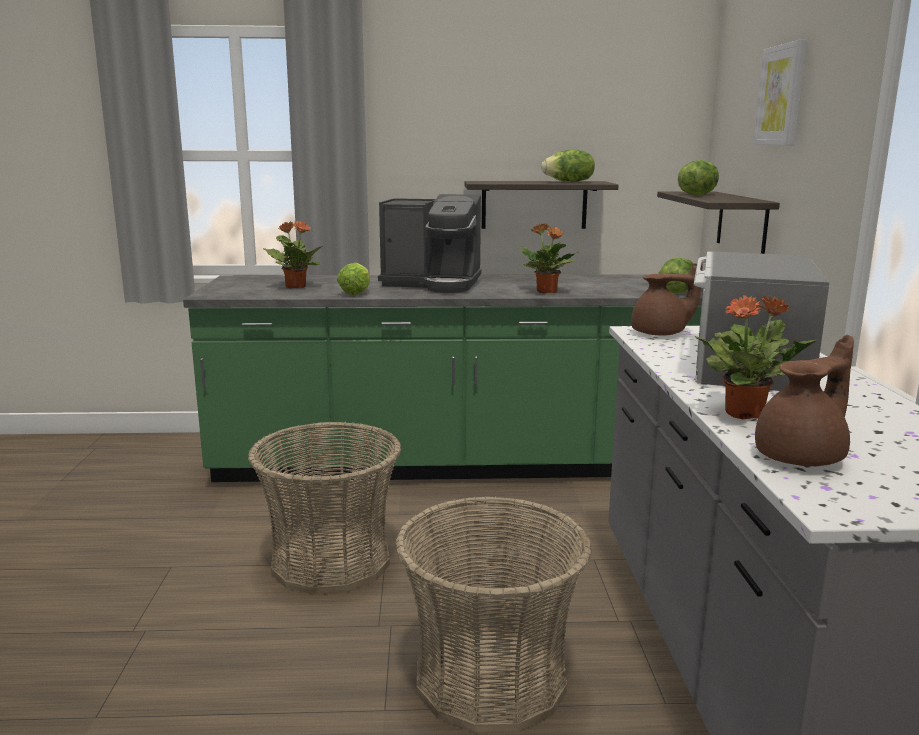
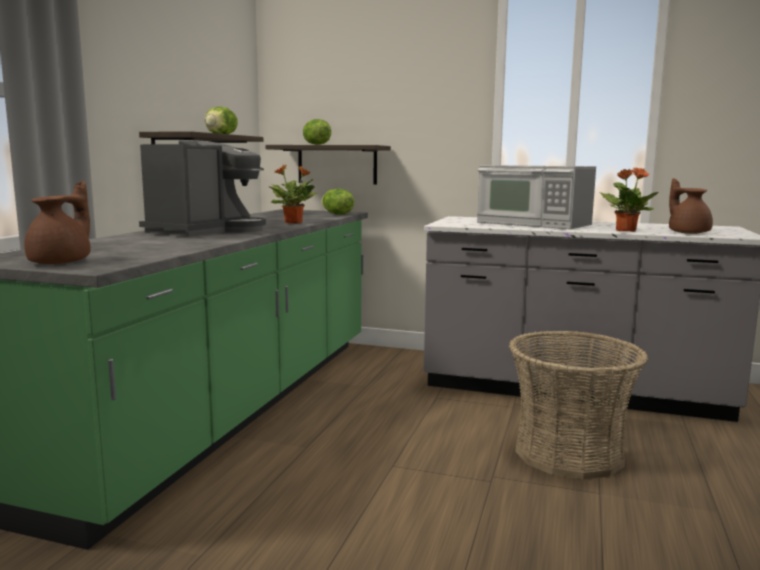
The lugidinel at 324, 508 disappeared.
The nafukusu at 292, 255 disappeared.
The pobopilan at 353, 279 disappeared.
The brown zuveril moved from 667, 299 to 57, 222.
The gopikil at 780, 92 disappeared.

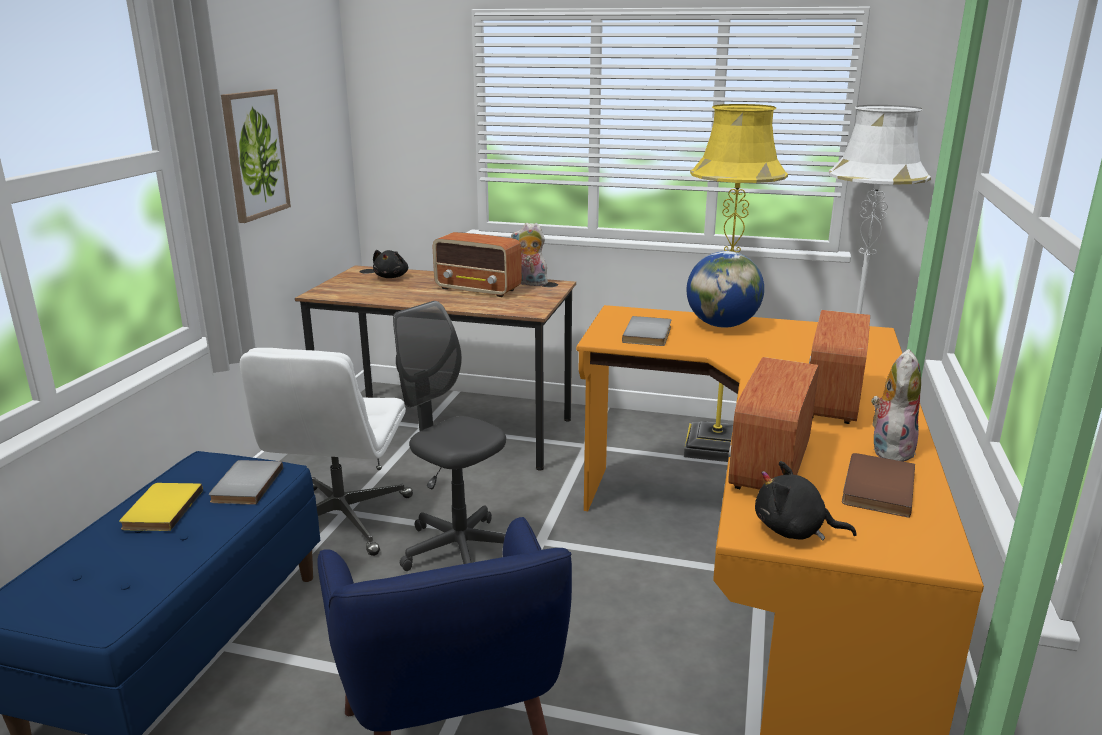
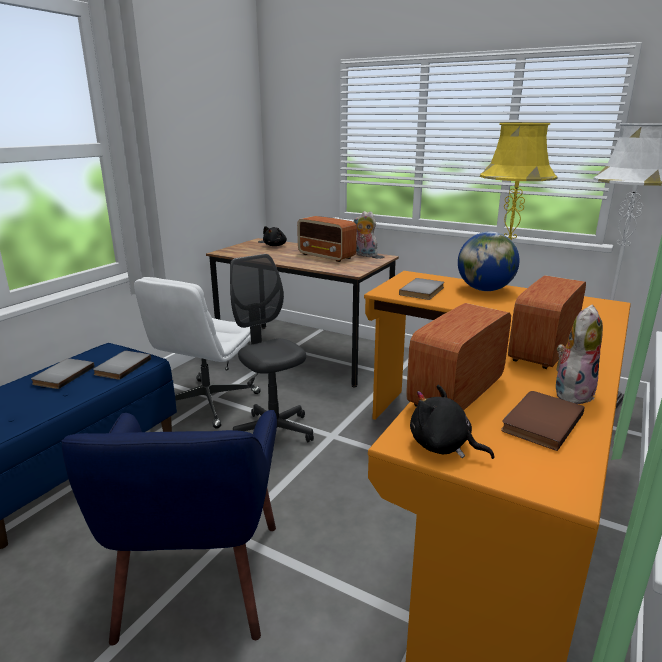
The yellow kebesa at 161, 507 became the grey kebesa at 63, 373.
The gopikil at 256, 156 disappeared.

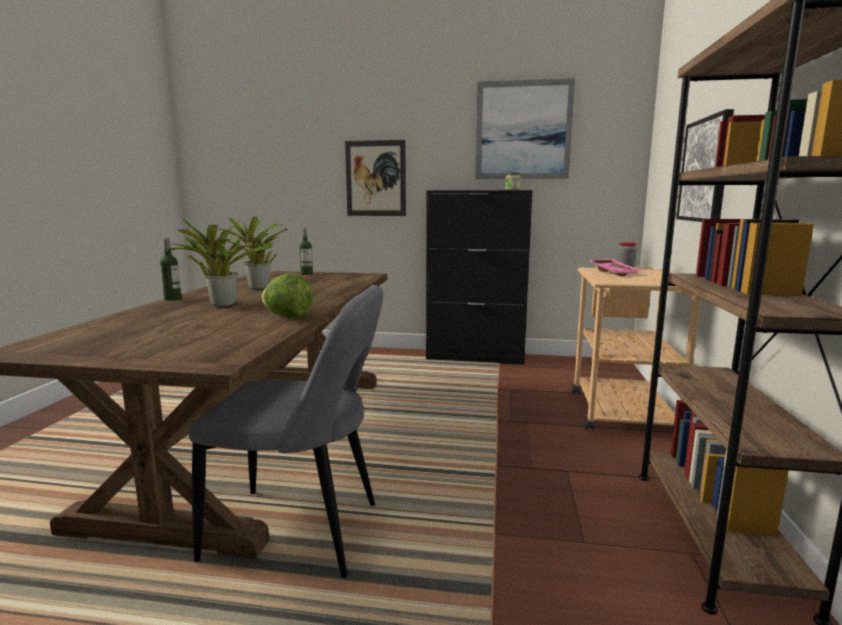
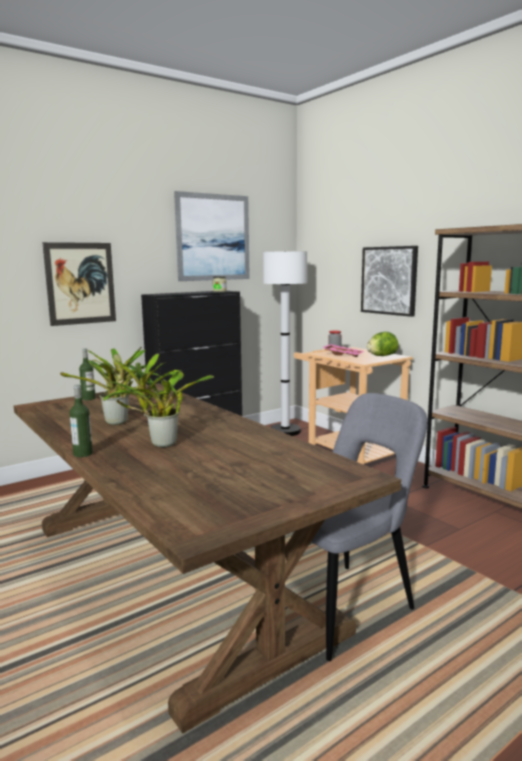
The pobopilan moved from 287, 295 to 383, 343.
The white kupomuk at 285, 343 appeared.

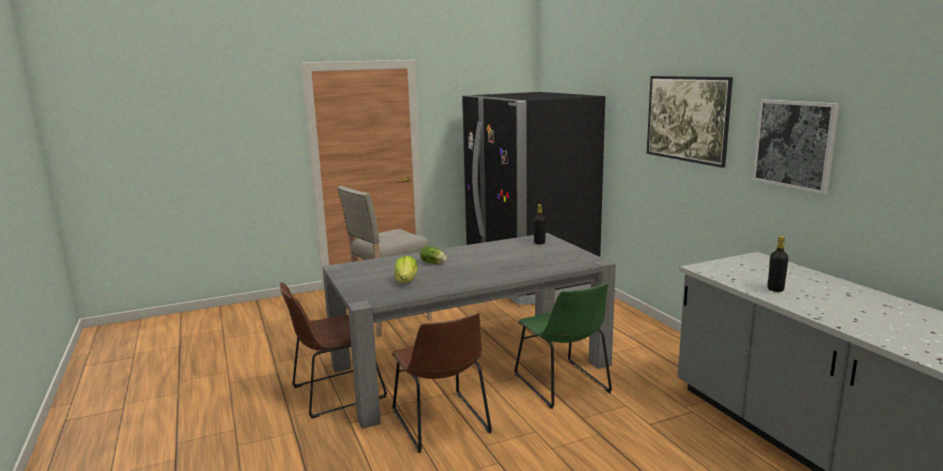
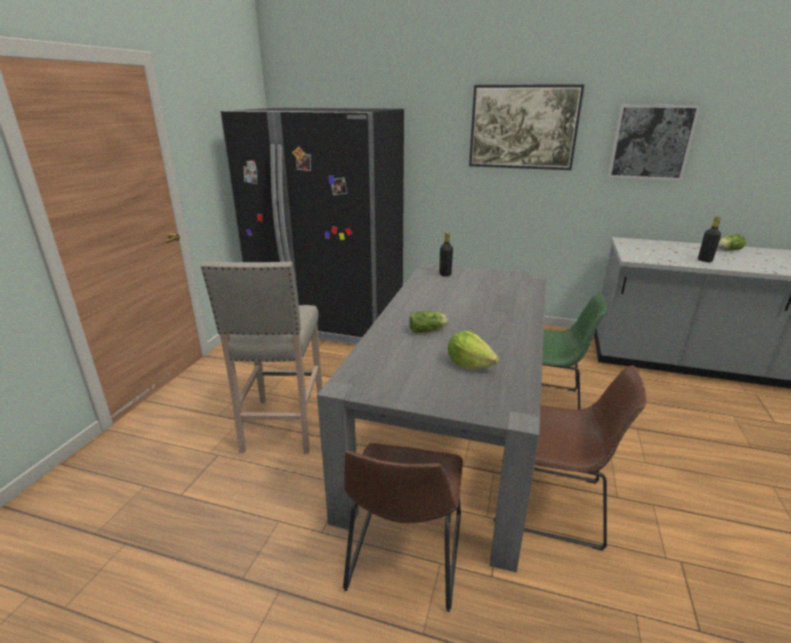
The pobopilan at 732, 242 appeared.

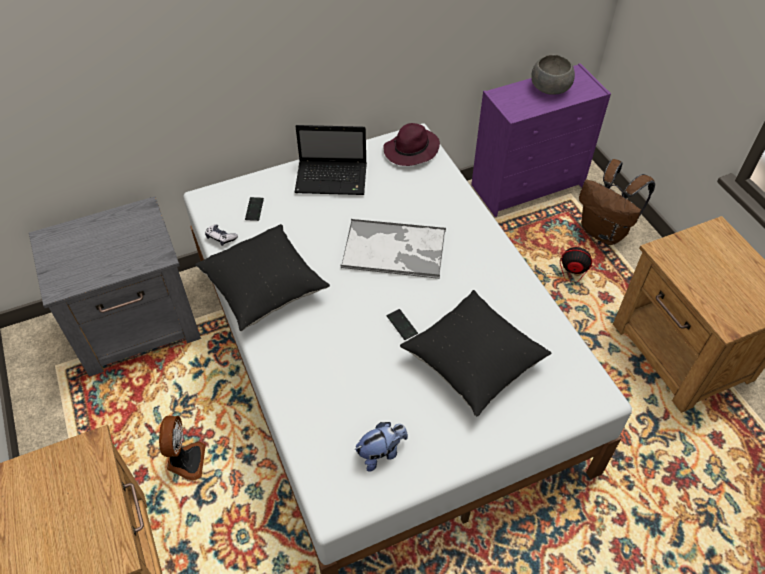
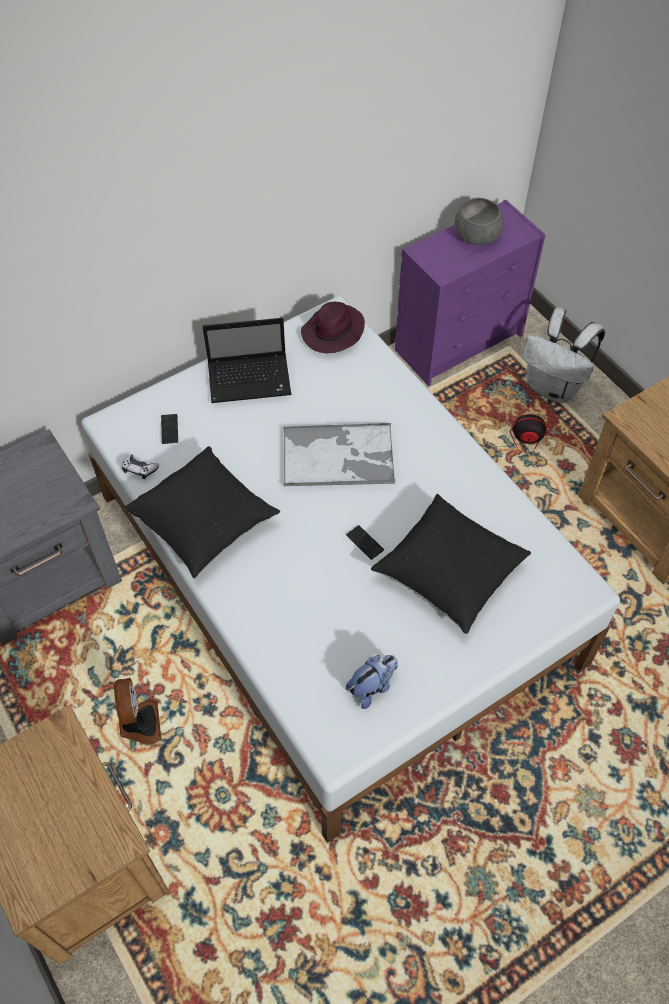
The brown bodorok at 617, 202 became the white bodorok at 563, 355.

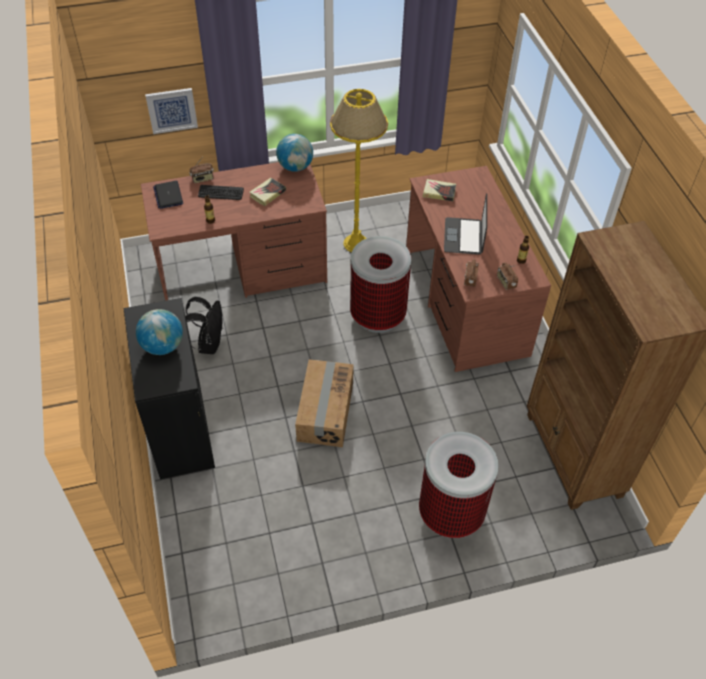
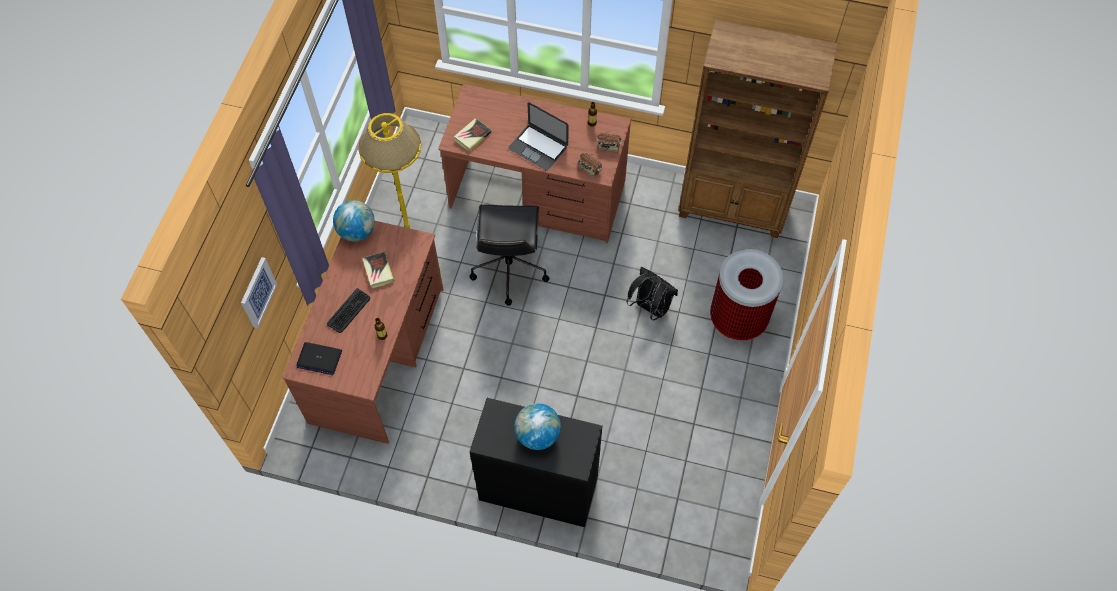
The black bodorok moved from 204, 325 to 652, 293.
The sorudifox at 201, 170 disappeared.
The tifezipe at 324, 403 disappeared.
The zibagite at 380, 284 was replaced by the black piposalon at 509, 255.

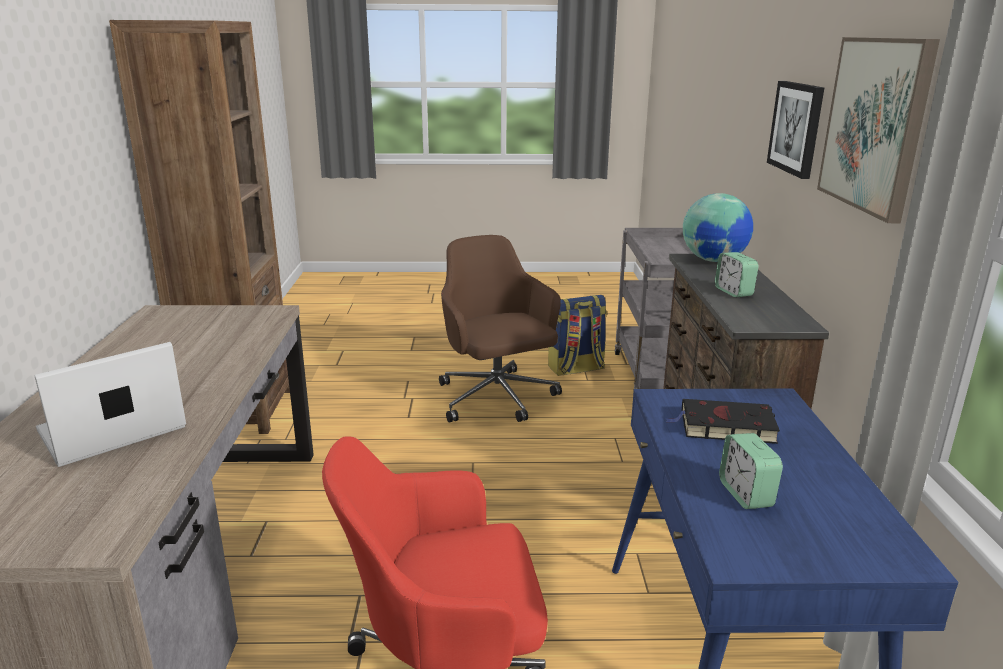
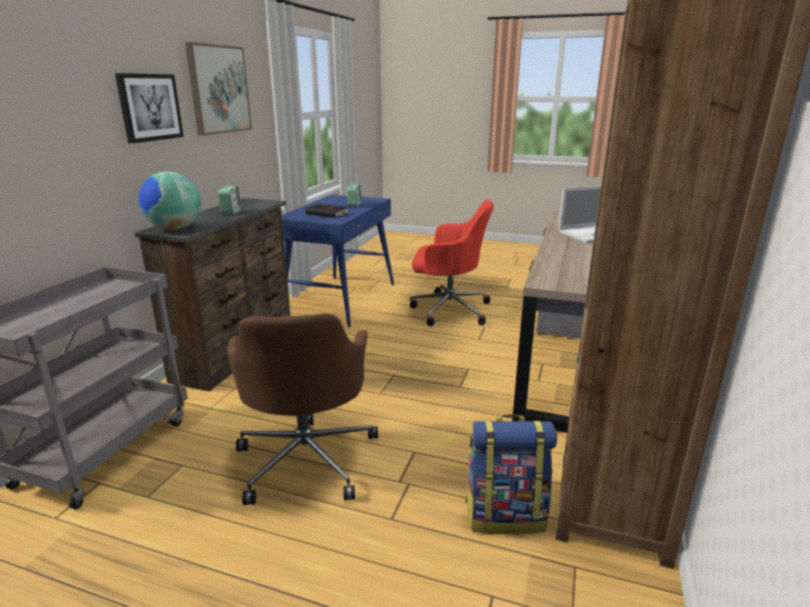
The bodorok moved from 577, 335 to 511, 474.

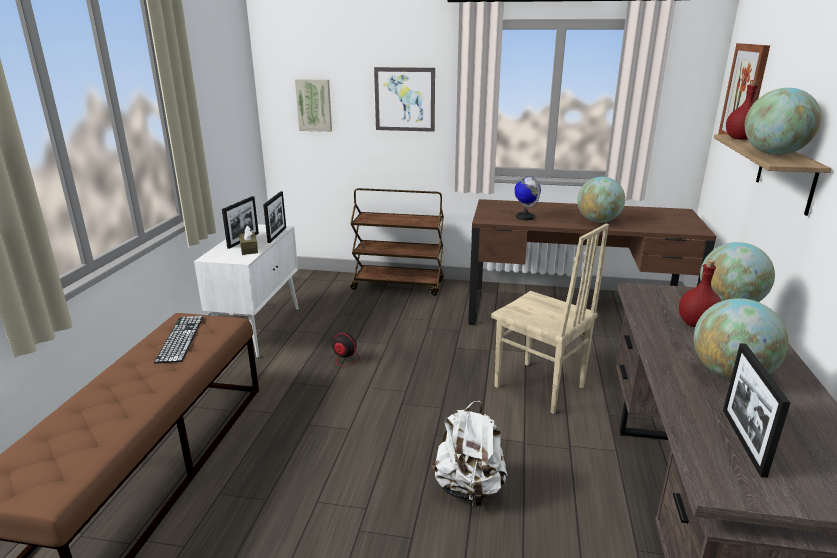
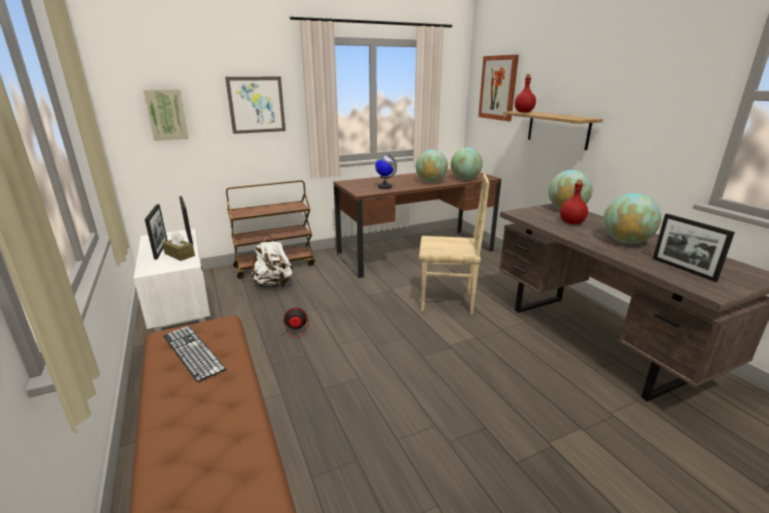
The white bodorok moved from 469, 454 to 271, 261.
The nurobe moved from 783, 121 to 467, 164.

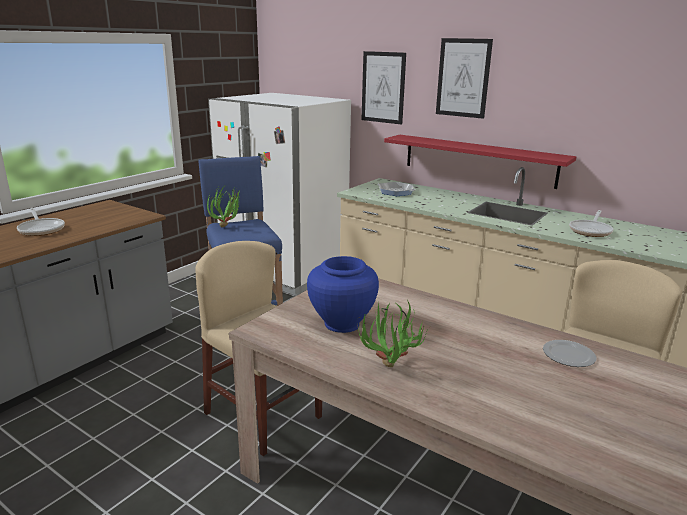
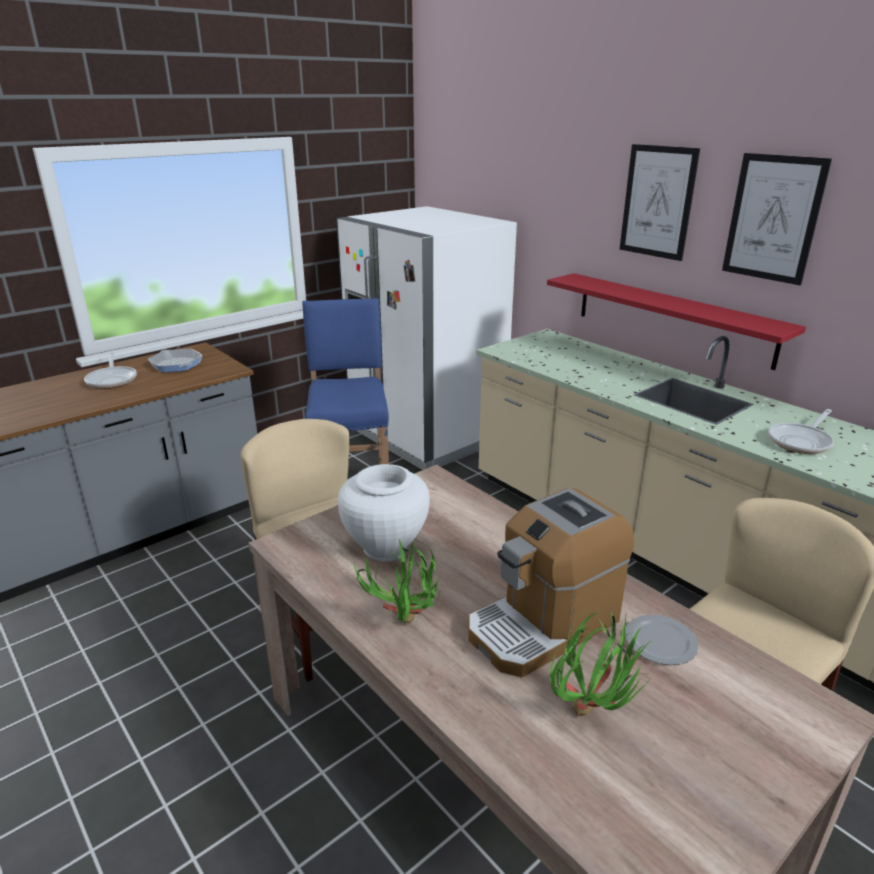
The nafukusu moved from 224, 207 to 601, 663.
The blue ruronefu at 343, 294 became the white ruronefu at 384, 513.
The gopikil moved from 384, 88 to 777, 219.
The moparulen moved from 396, 189 to 175, 360.
The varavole at 551, 583 appeared.

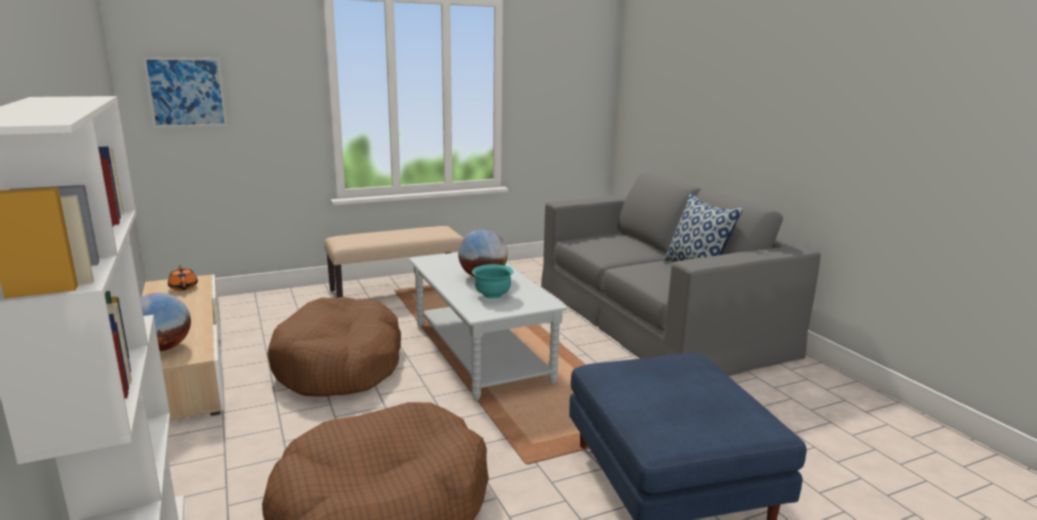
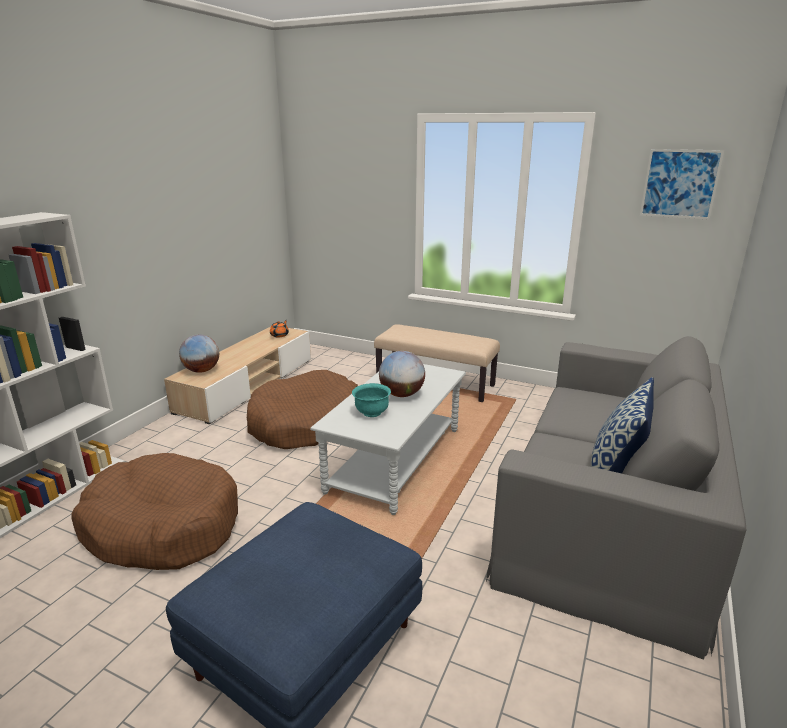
The gopikil moved from 185, 92 to 682, 184.

